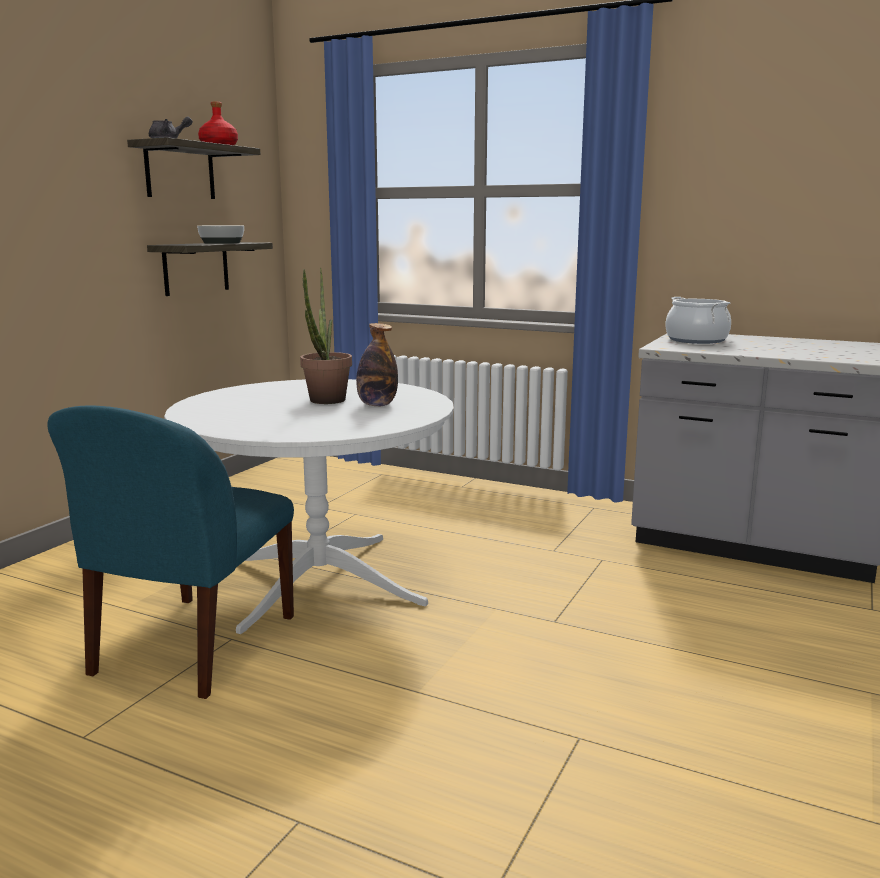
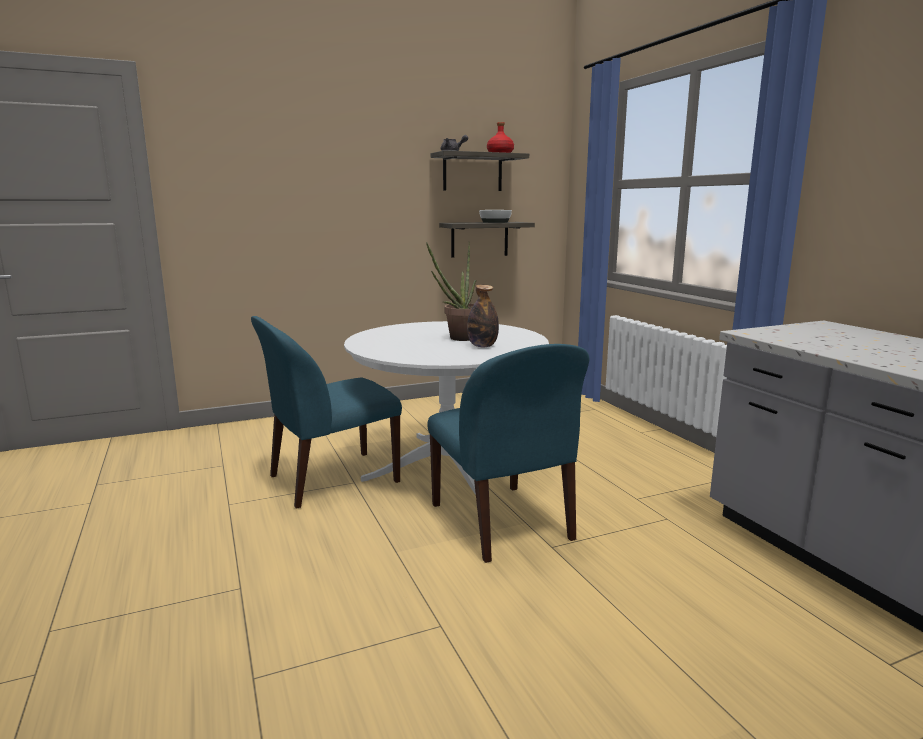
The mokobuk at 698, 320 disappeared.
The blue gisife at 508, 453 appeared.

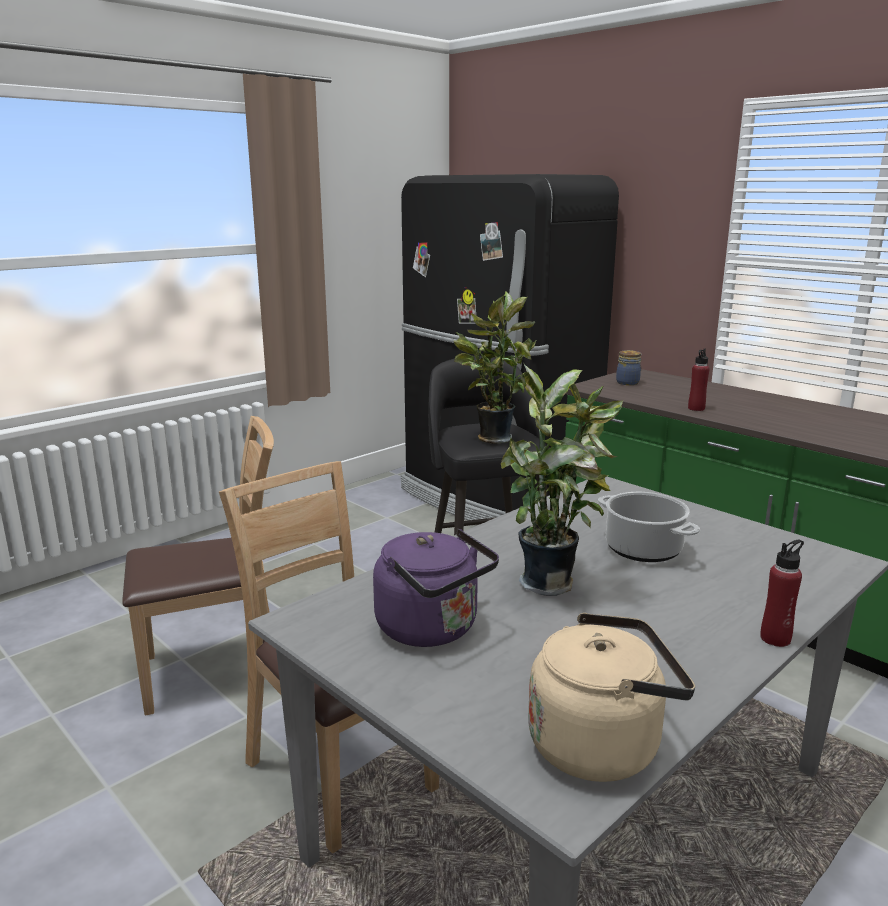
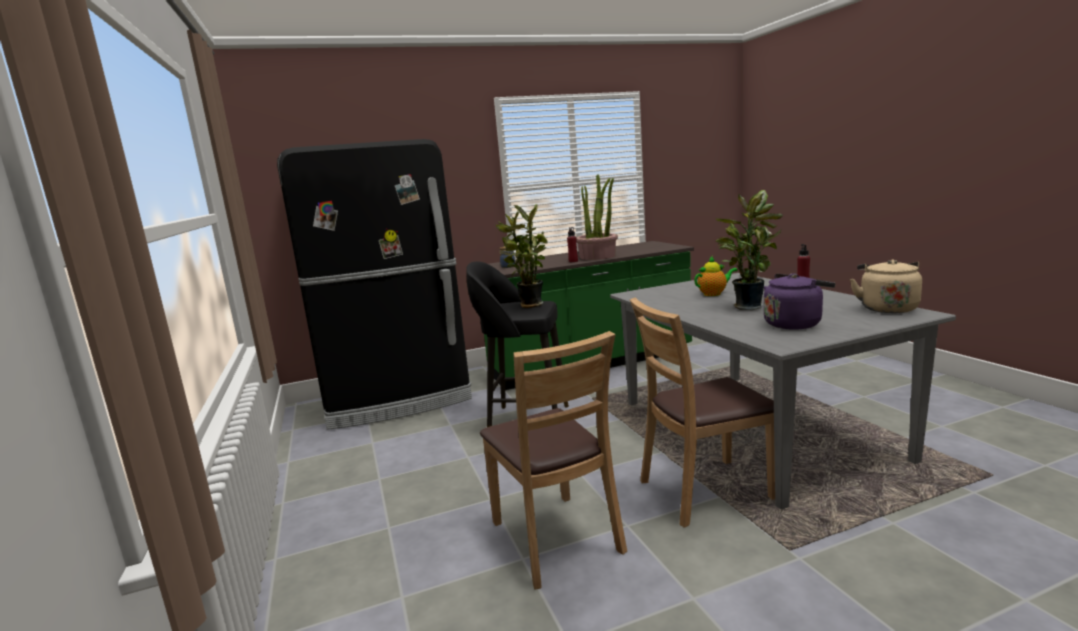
The brown gisife at 198, 566 turned 150 degrees clockwise.
The mokobuk at 649, 527 was replaced by the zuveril at 716, 276.
The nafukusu at 597, 217 appeared.

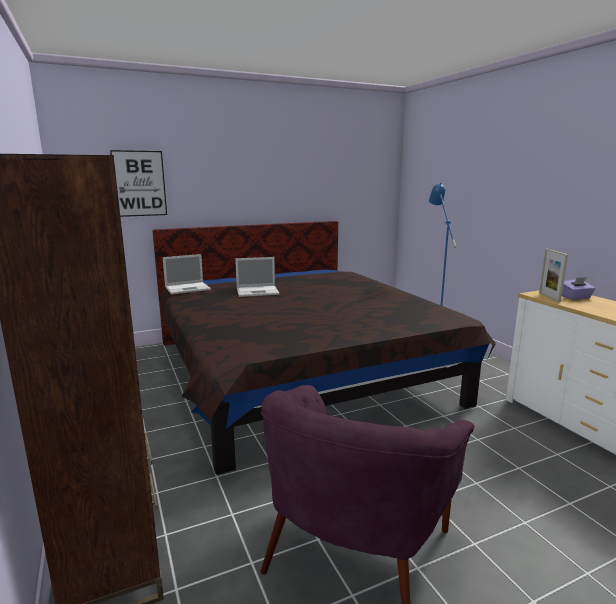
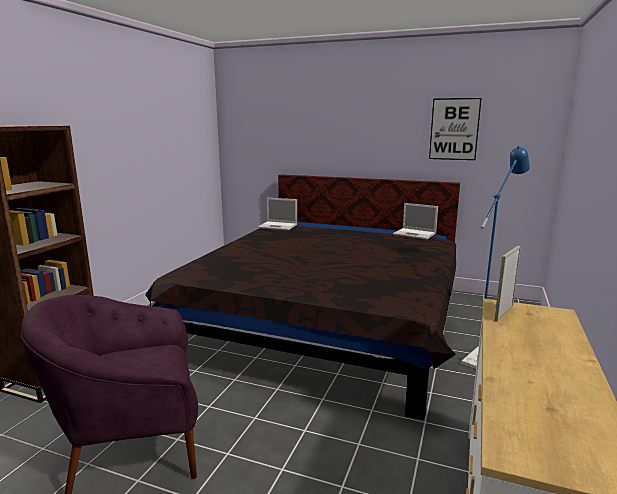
The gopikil moved from 138, 183 to 455, 129.
The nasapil moved from 257, 277 to 415, 221.
The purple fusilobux at 579, 288 disappeared.

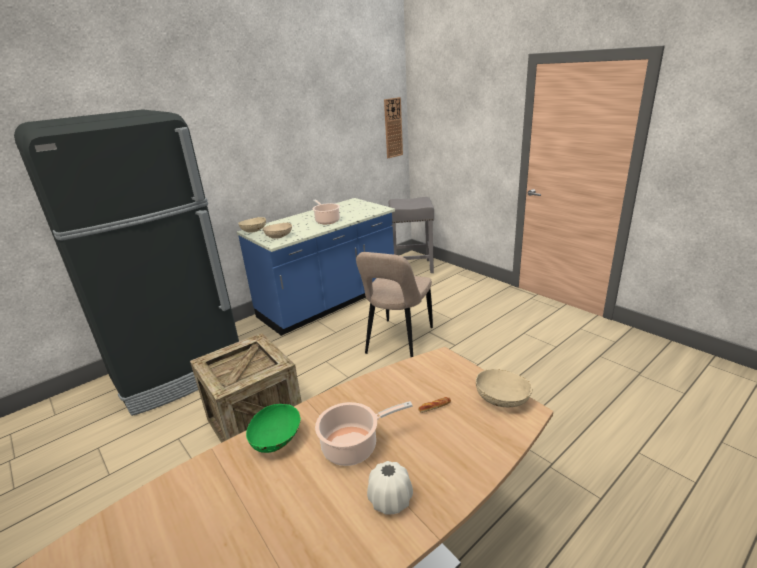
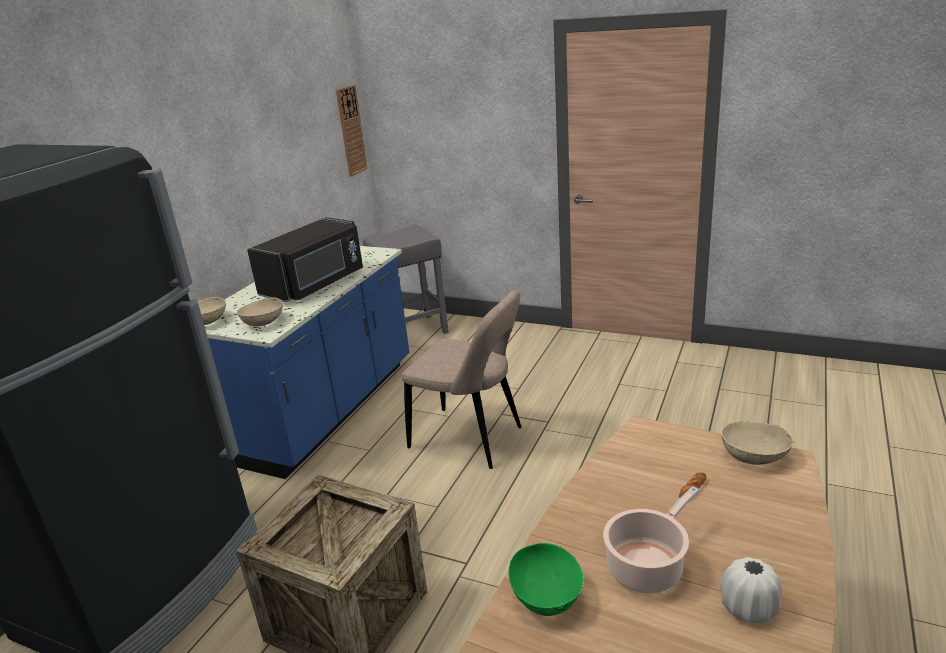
The mokobuk at 326, 211 was replaced by the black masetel at 305, 260.
The beige gisife at 394, 304 turned 60 degrees counterclockwise.

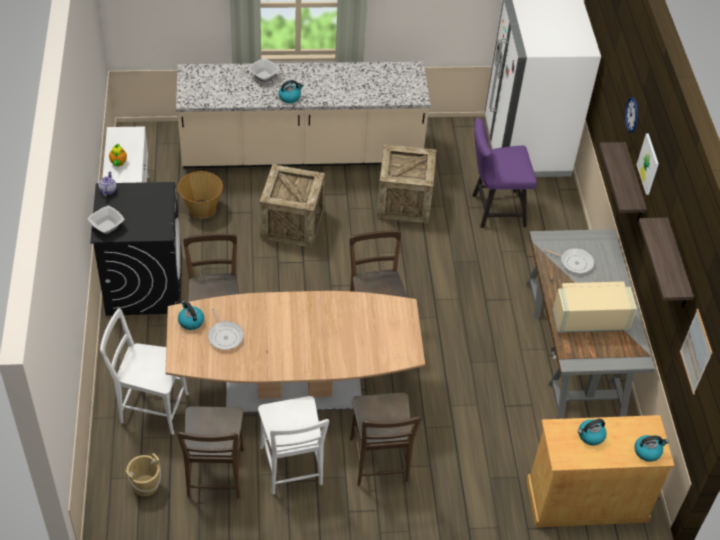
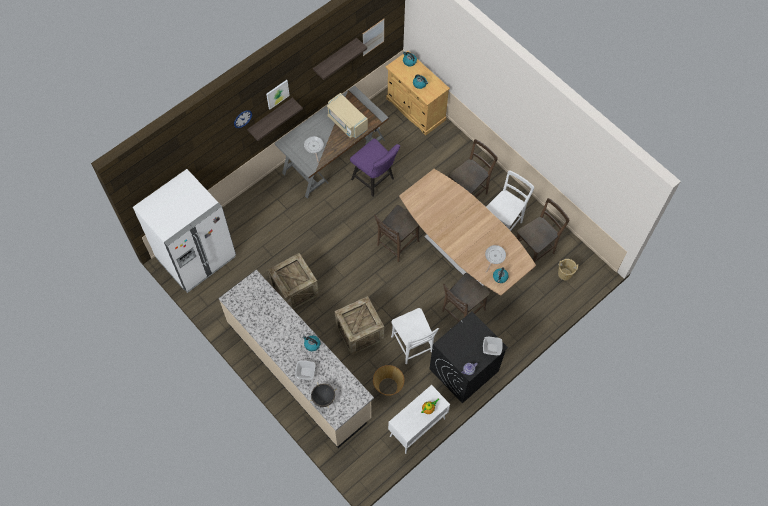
The white gisife moved from 144, 371 to 415, 336.
The purple gisife moved from 504, 173 to 375, 167.
The black mokobuk at 323, 395 appeared.

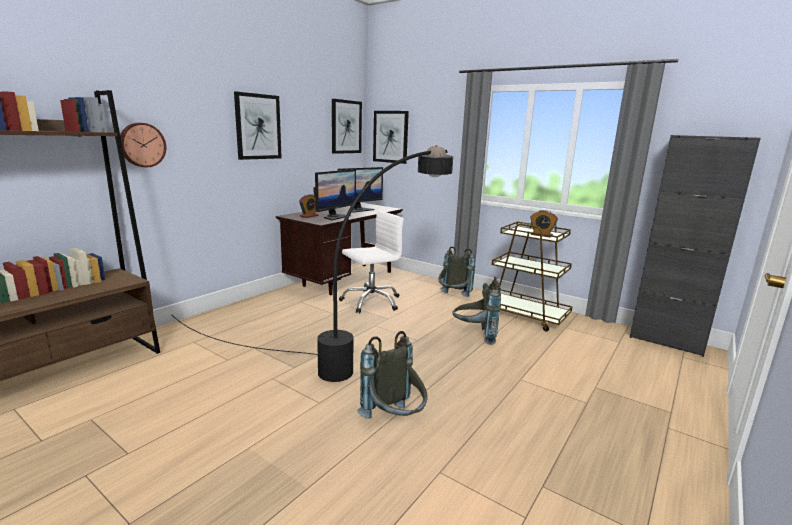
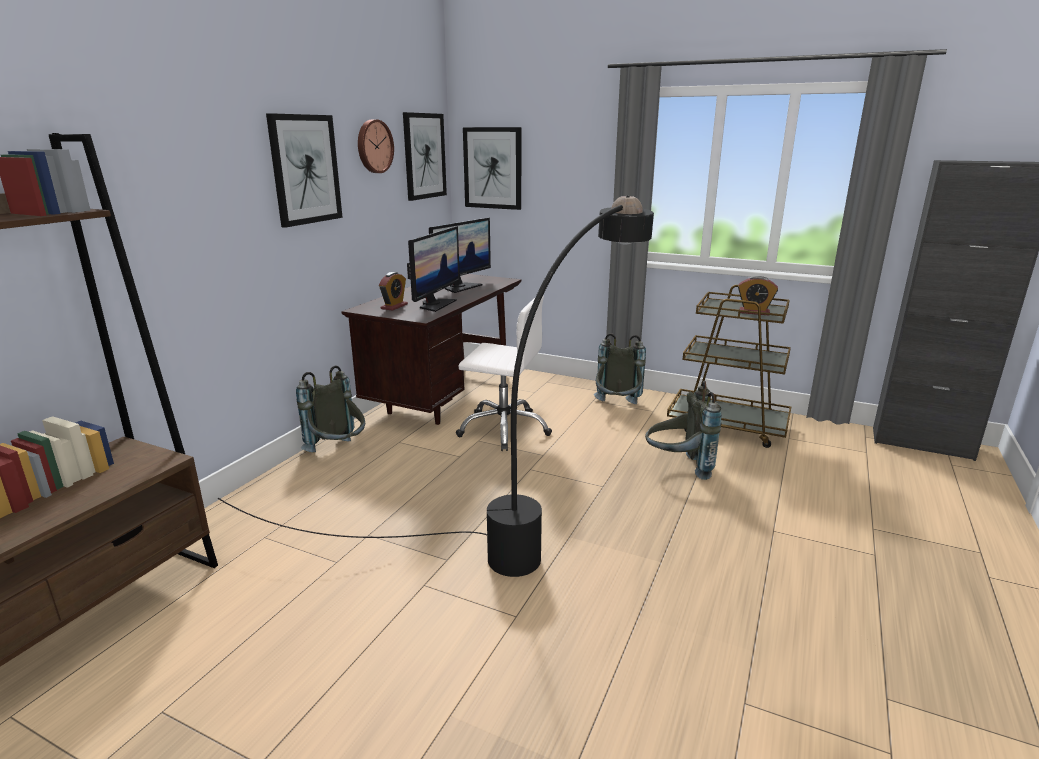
The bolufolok moved from 143, 145 to 376, 146.
The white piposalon at 371, 262 turned 60 degrees clockwise.
The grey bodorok moved from 392, 375 to 330, 409.

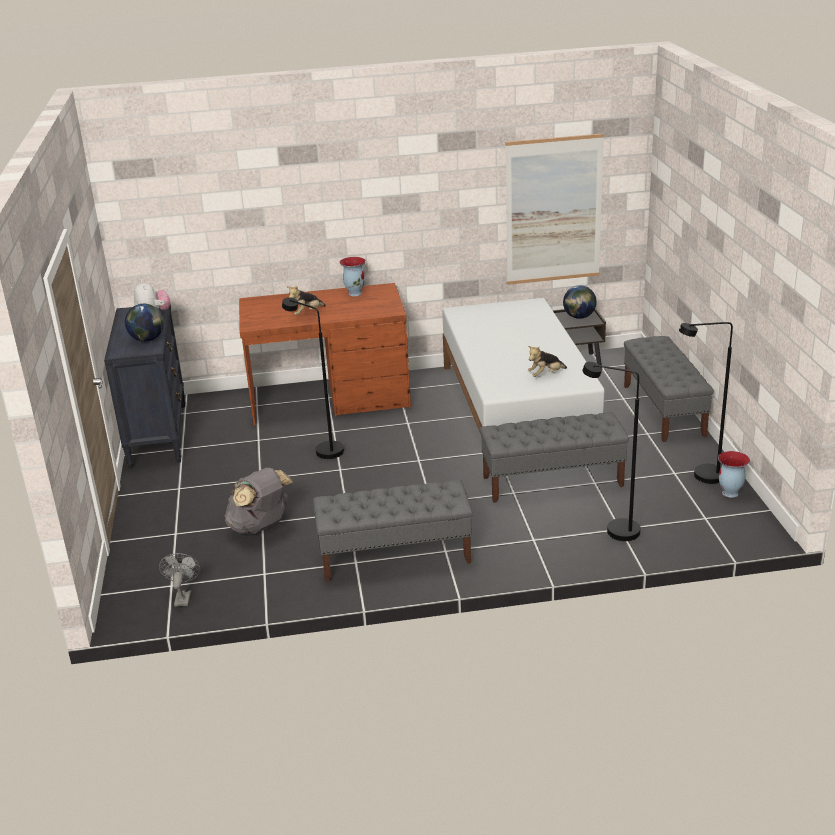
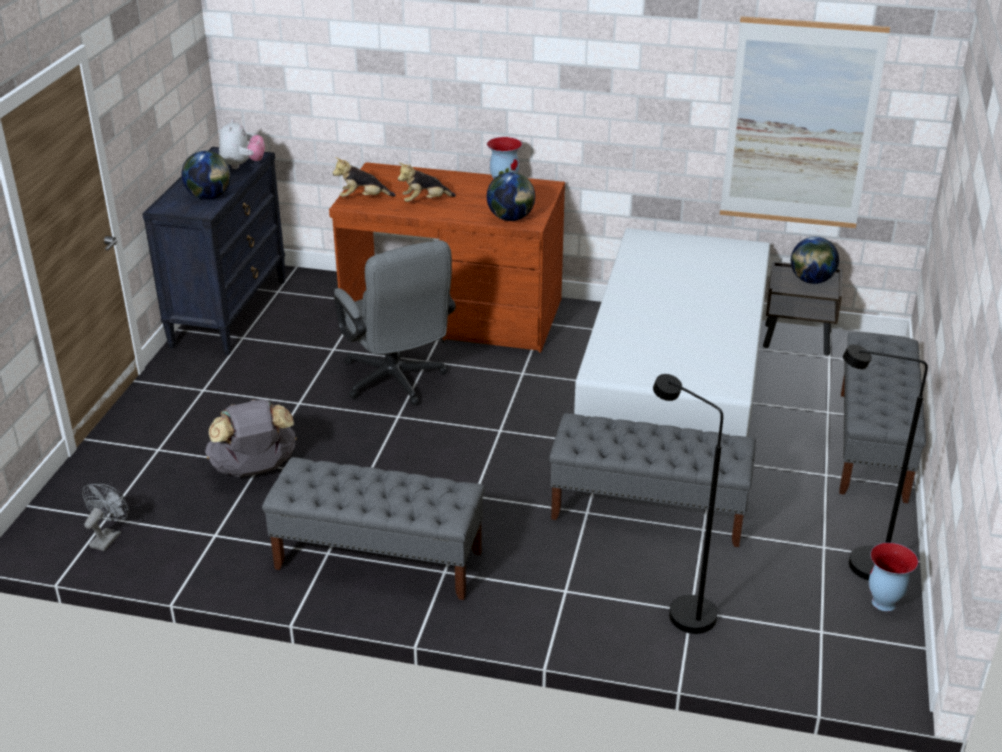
The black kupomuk at 313, 378 was replaced by the grey piposalon at 395, 323.
The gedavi moved from 547, 361 to 364, 177.
The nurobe at 511, 196 appeared.

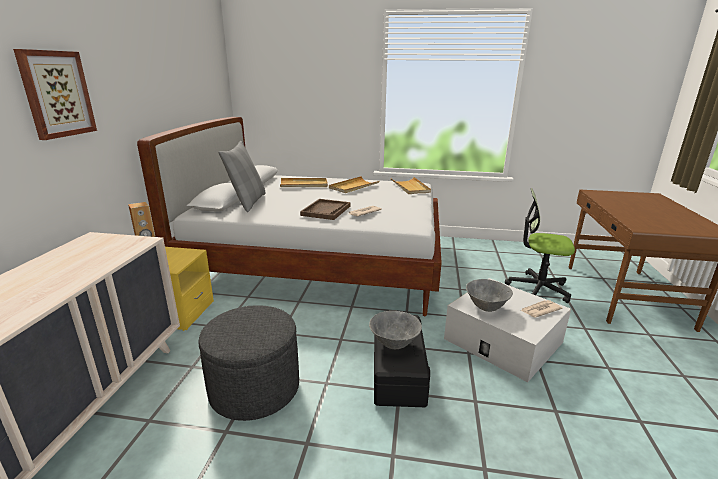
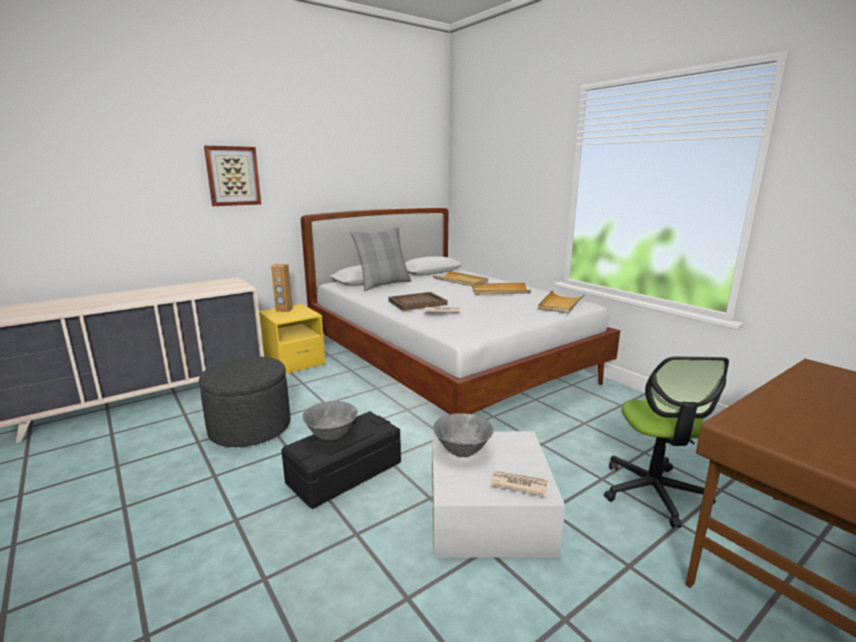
The piposalon at 540, 245 turned 150 degrees counterclockwise.

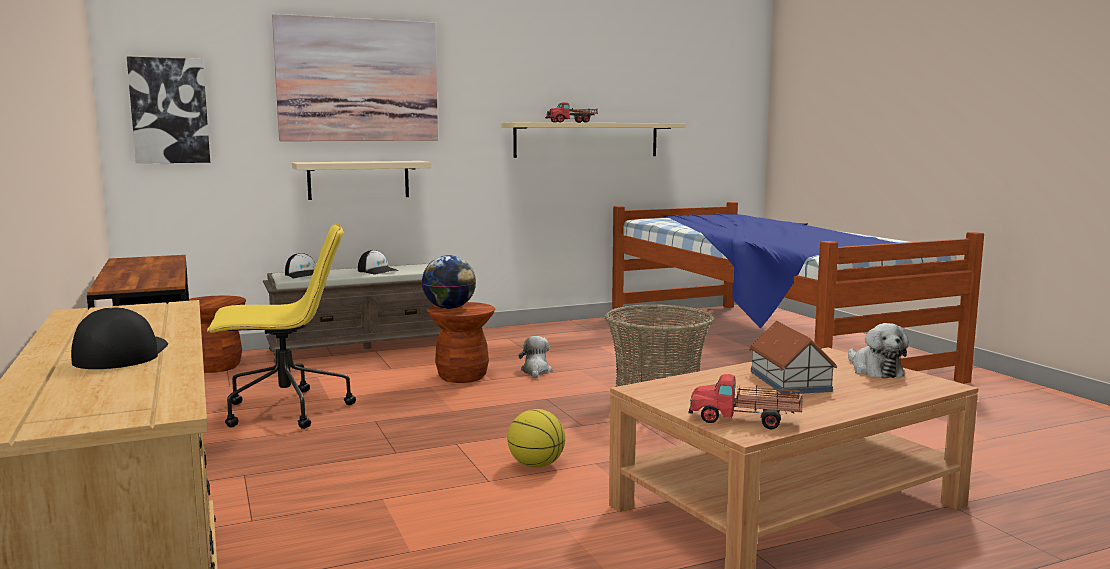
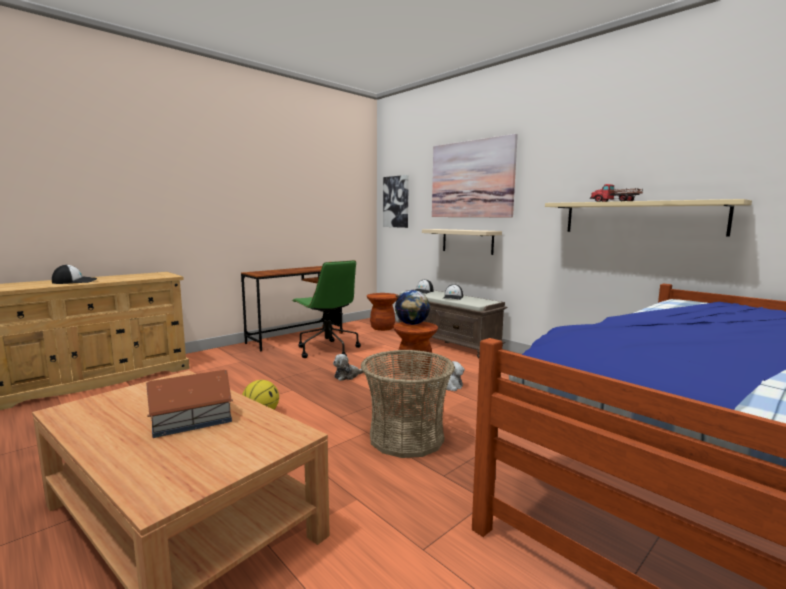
The yellow piposalon at 281, 326 became the green piposalon at 326, 309.
The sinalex at 745, 401 disappeared.
The gedavi moved from 878, 351 to 348, 367.

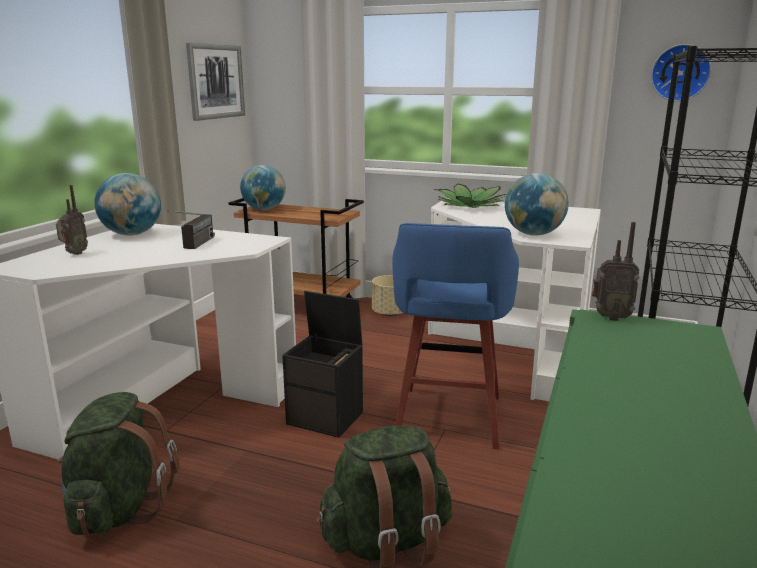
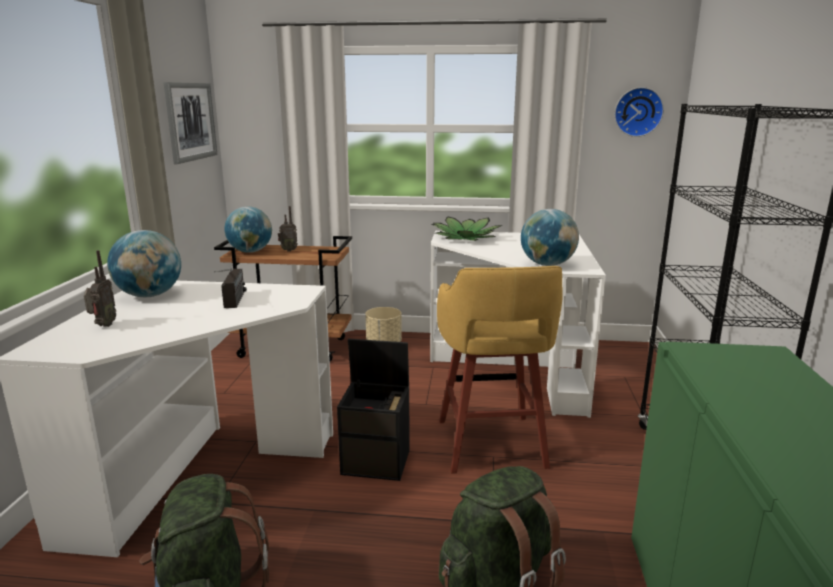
The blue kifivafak at 455, 336 became the yellow kifivafak at 500, 370.
The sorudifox moved from 616, 271 to 288, 228.

